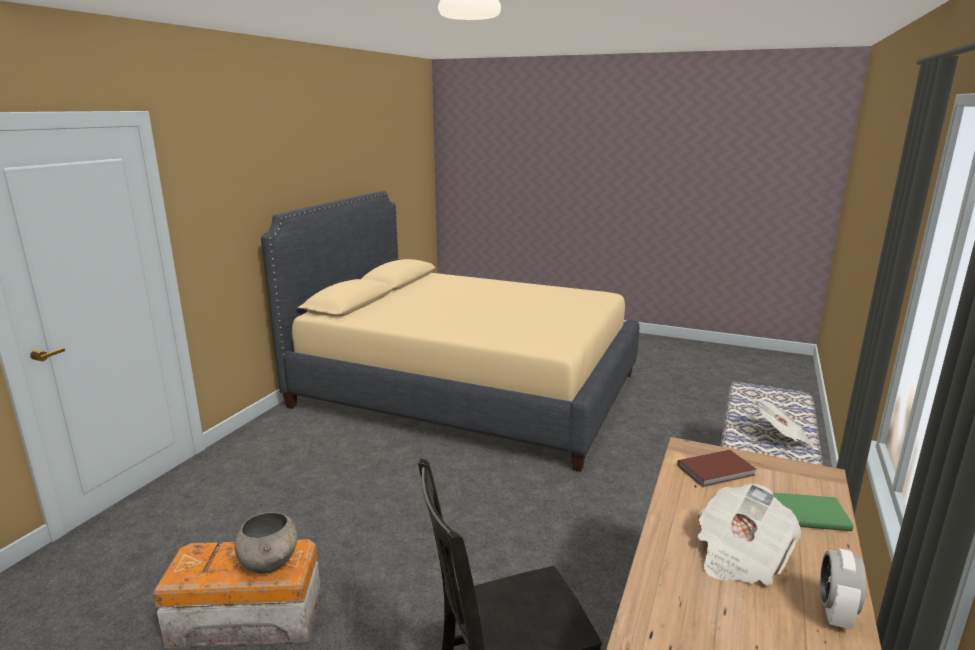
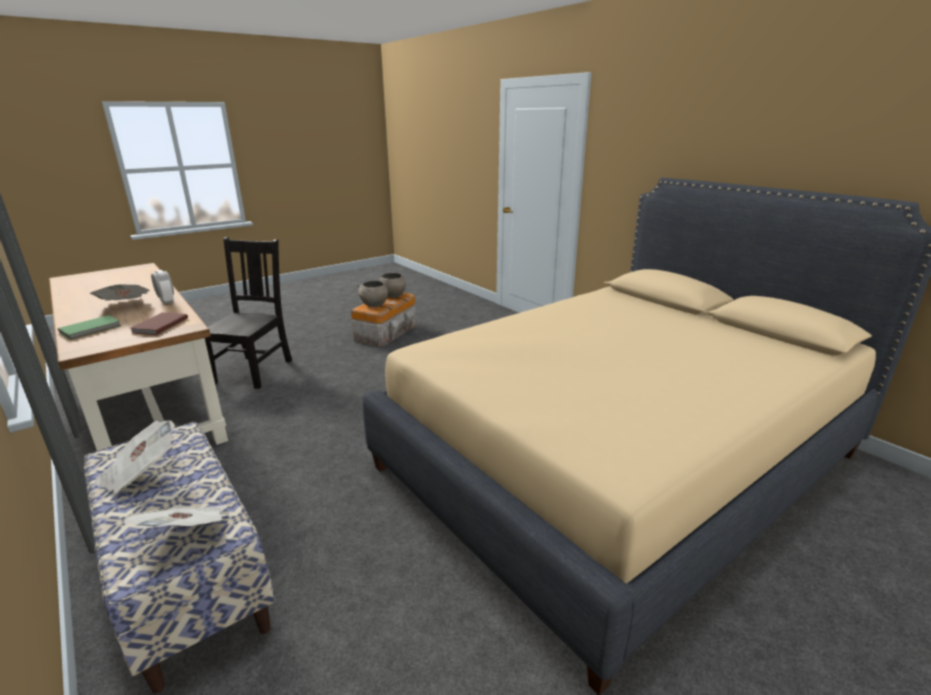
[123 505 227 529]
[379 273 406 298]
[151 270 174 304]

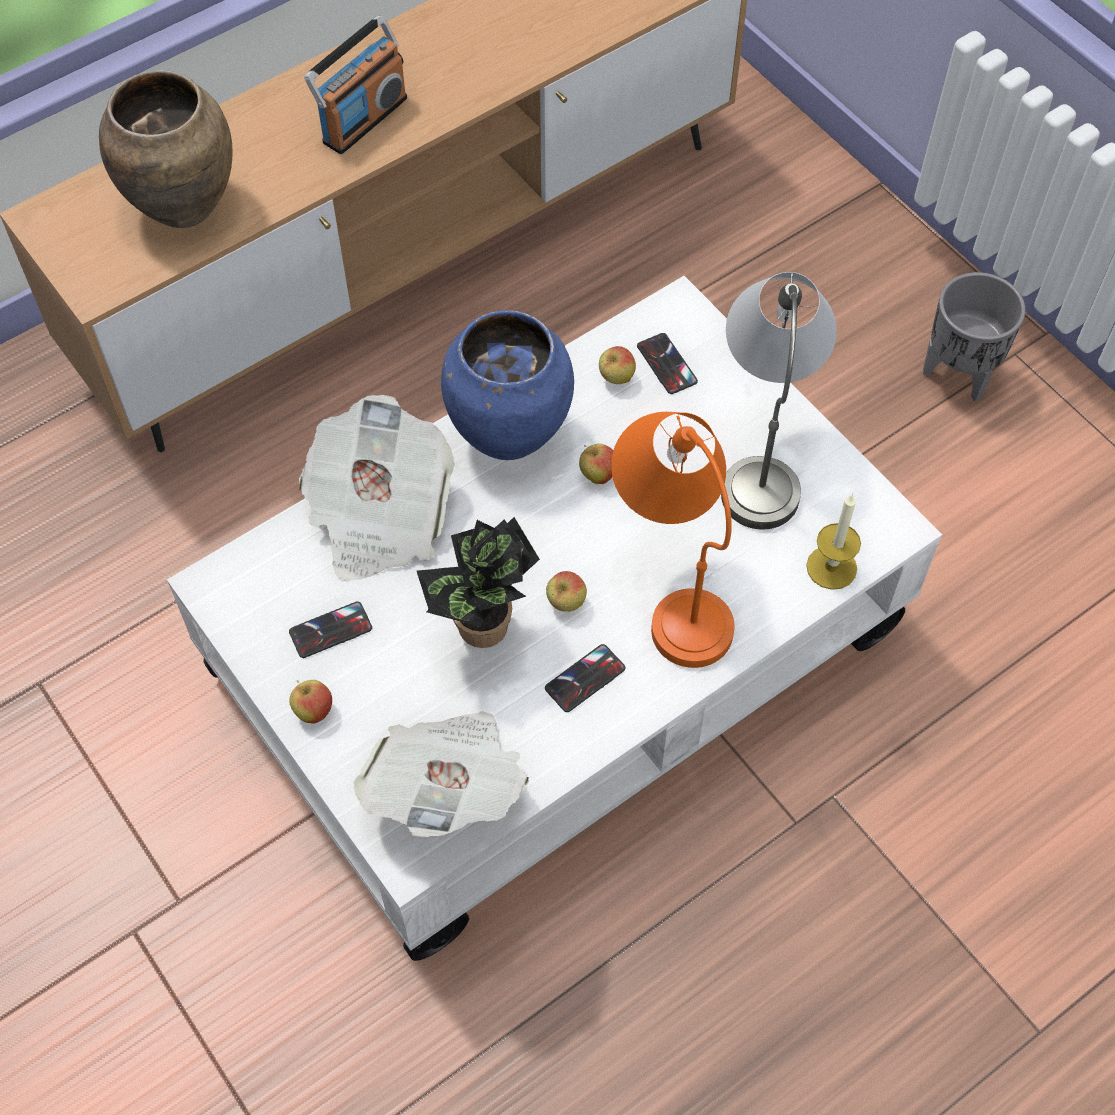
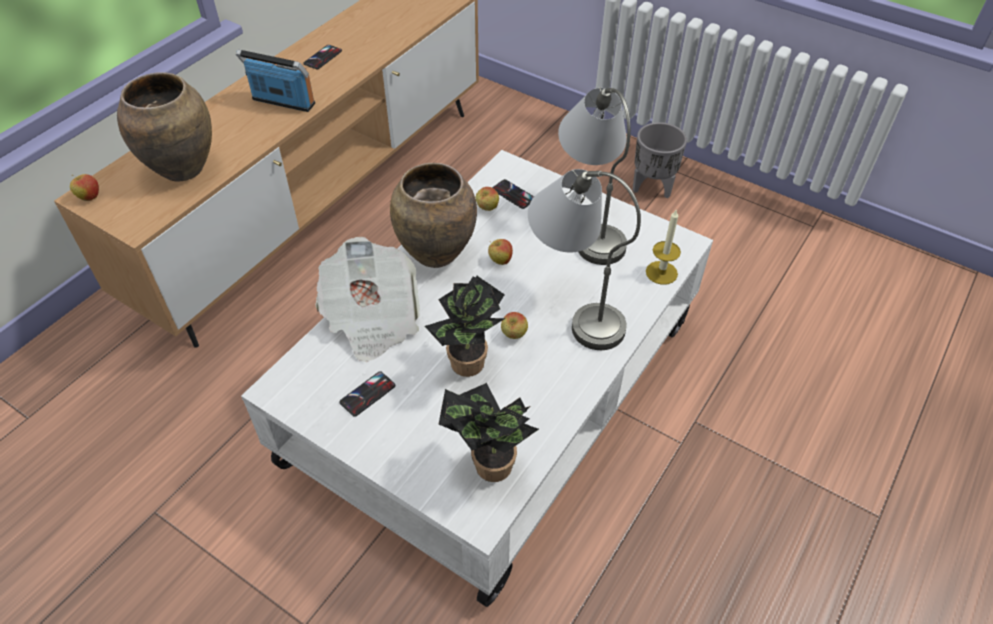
[70 174 99 201]
[303 45 342 69]
[439 383 539 482]
[390 163 477 268]
[528 169 641 350]
[236 49 315 112]

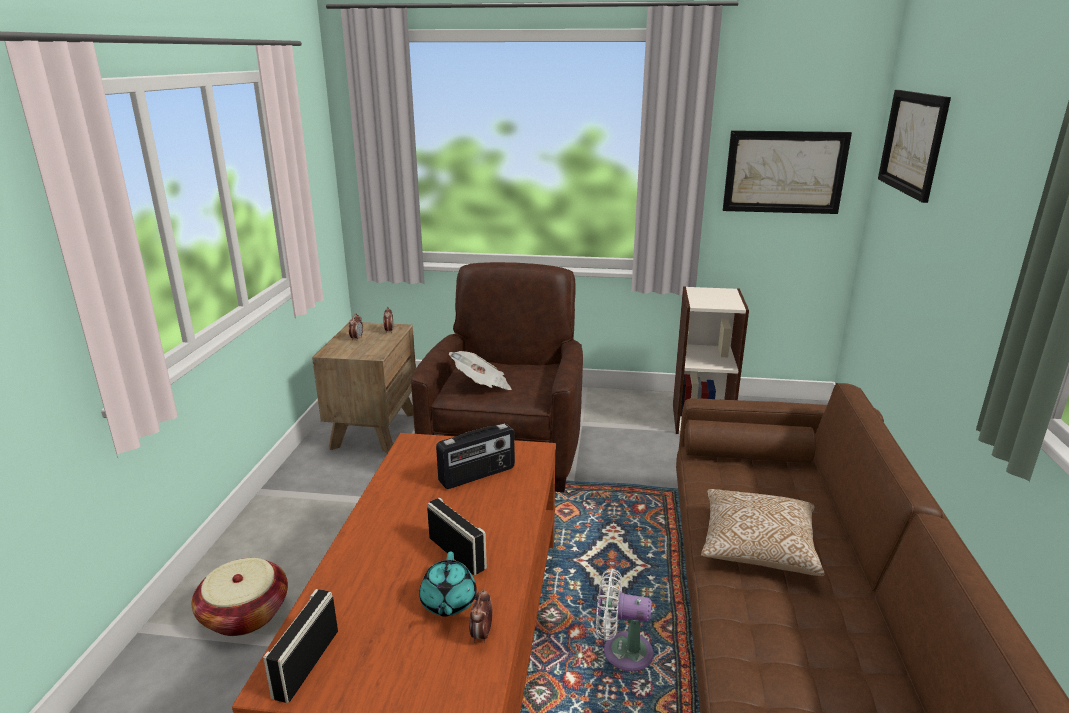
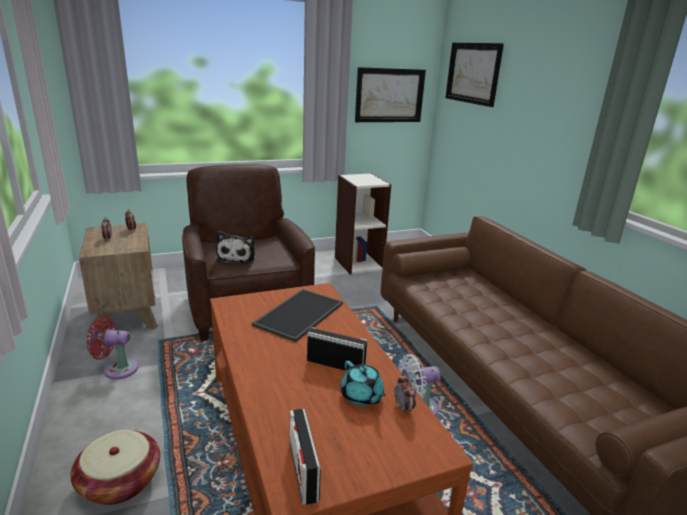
[701 489 825 576] (first image)
[87 316 138 379]
[252 289 343 342]
[216 231 255 264]

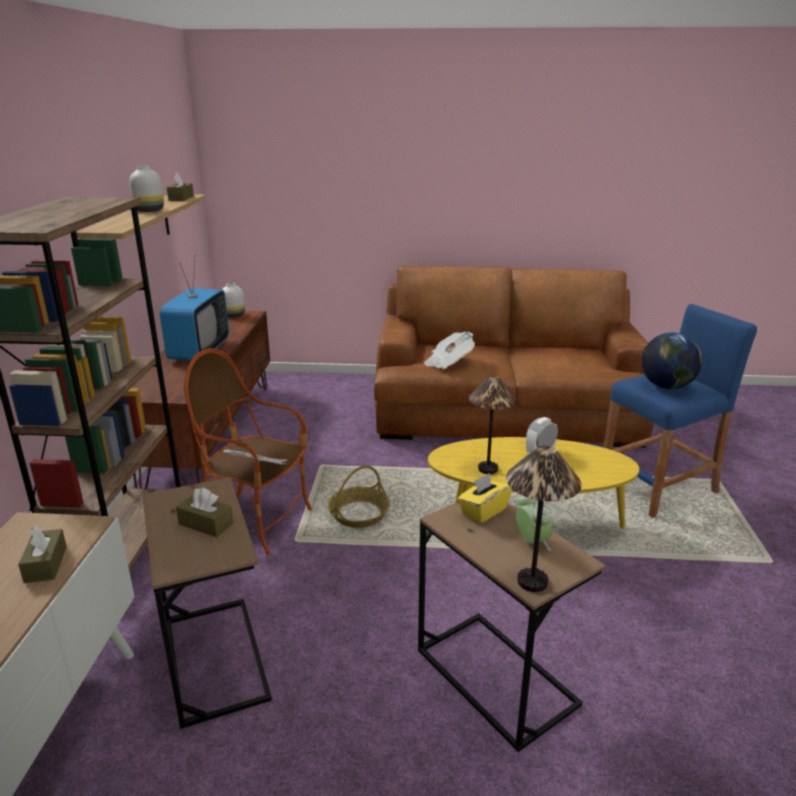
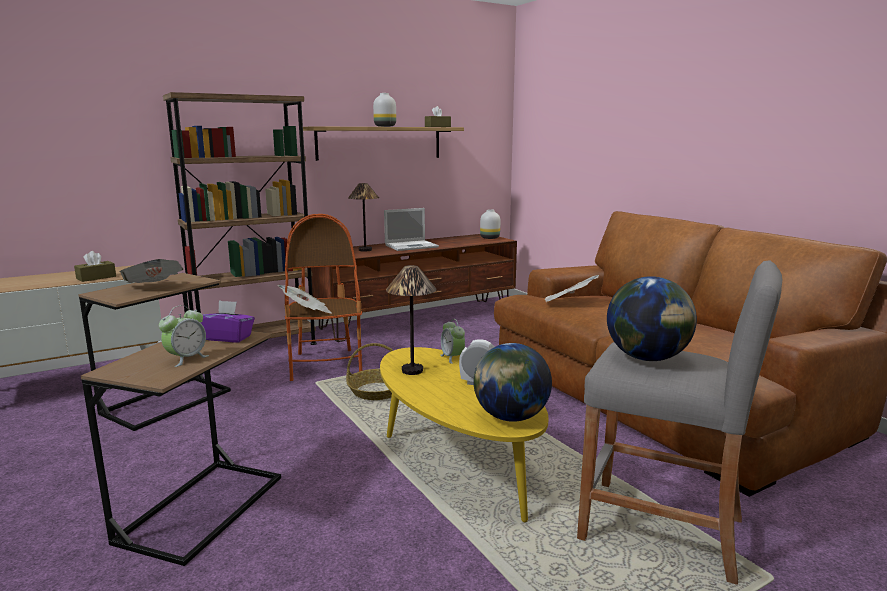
[440 319 465 364]
[473 343 552 422]
[348 183 379 252]
[384 208 439 251]
[119 259 184 283]
[200 300 255 342]
[577 260 782 585]

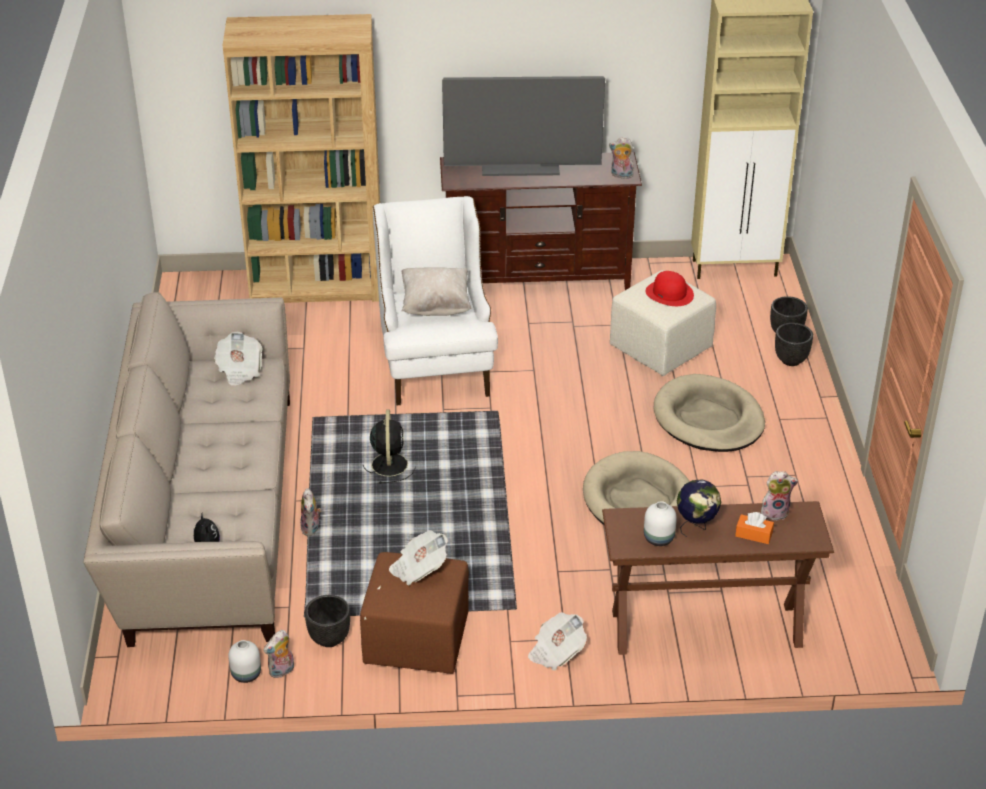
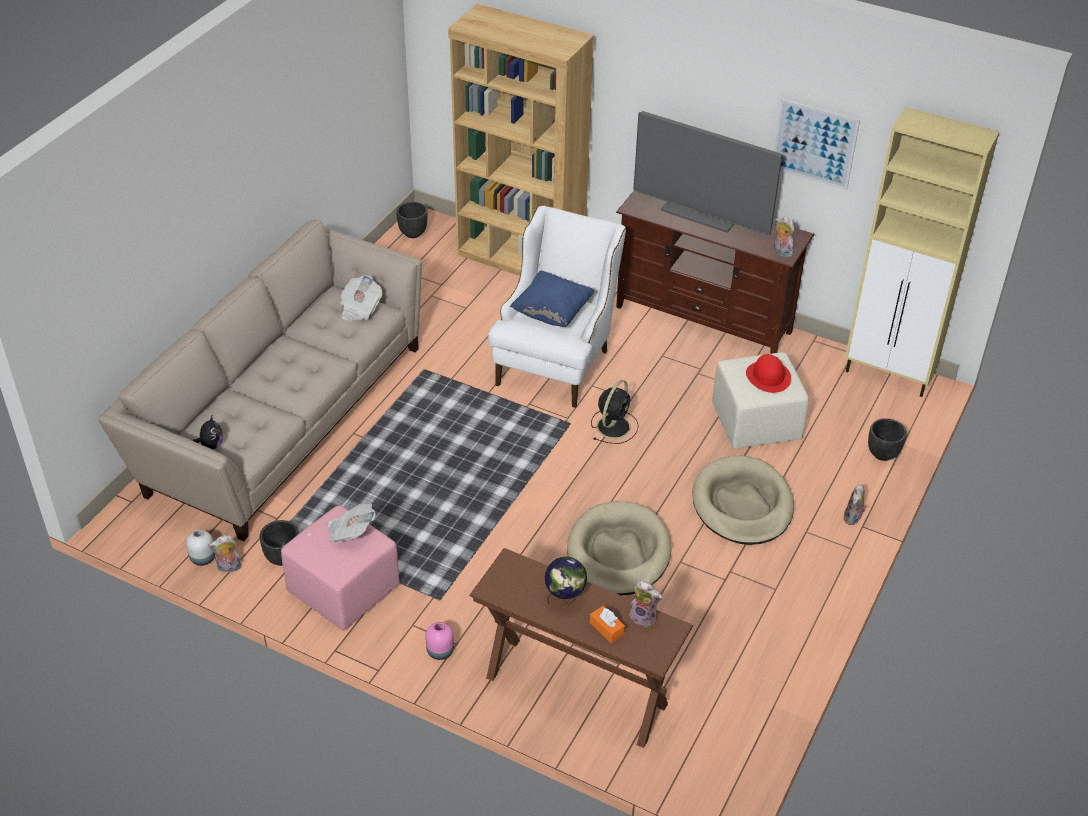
[644 501 677 546] (first image)
[774 99 860 190]
[843 484 867 525]
[591 380 639 444]
[396 202 428 238]
[425 622 454 660]
[281 506 400 631]
[510 271 594 327]

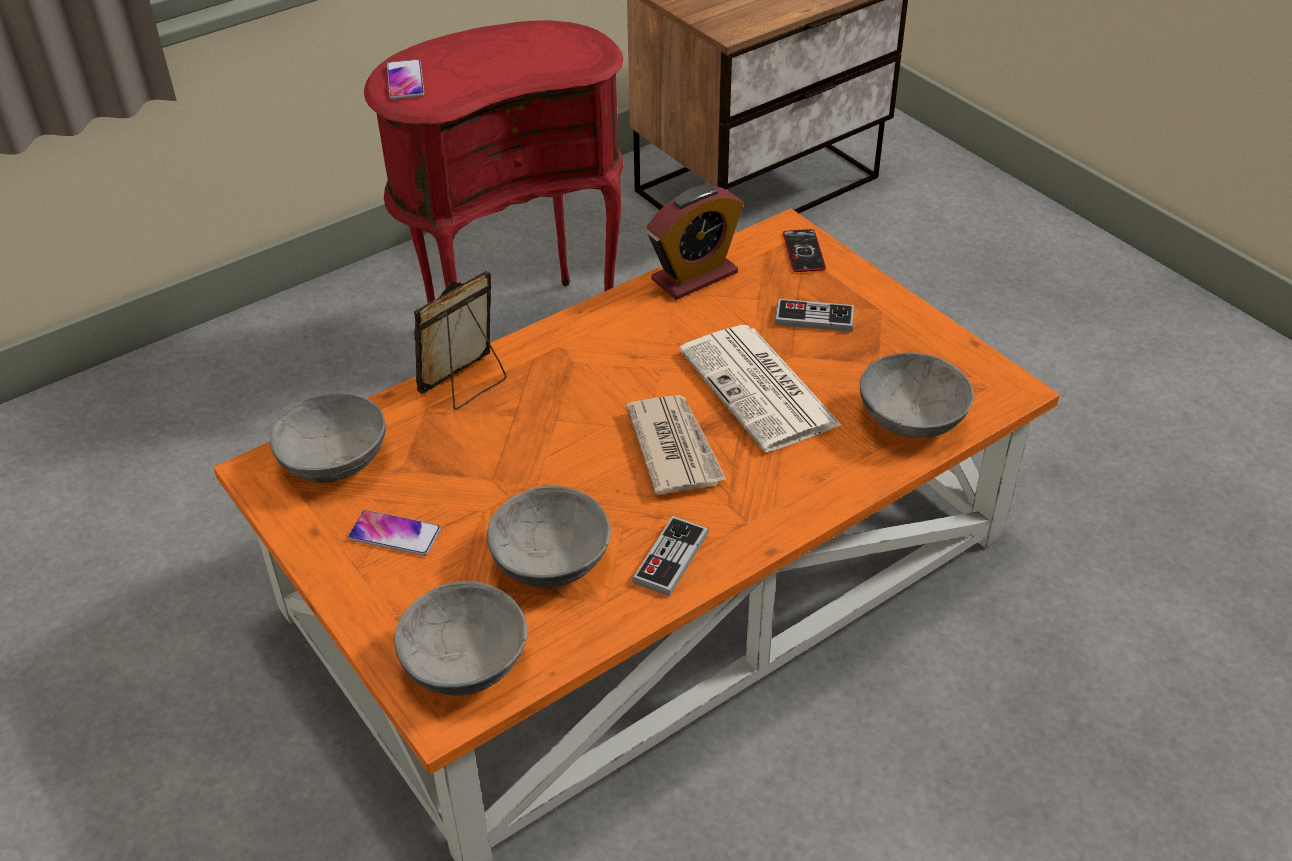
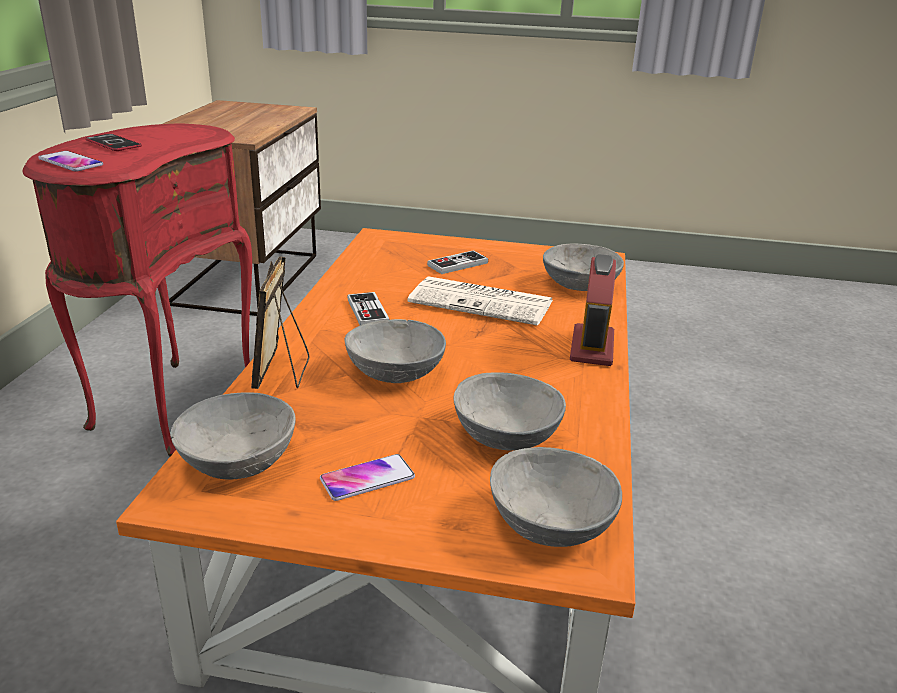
[626 395 726 495] (first image)
[345 319 446 383]
[347 292 390 325]
[570 254 616 366]
[85 134 142 151]

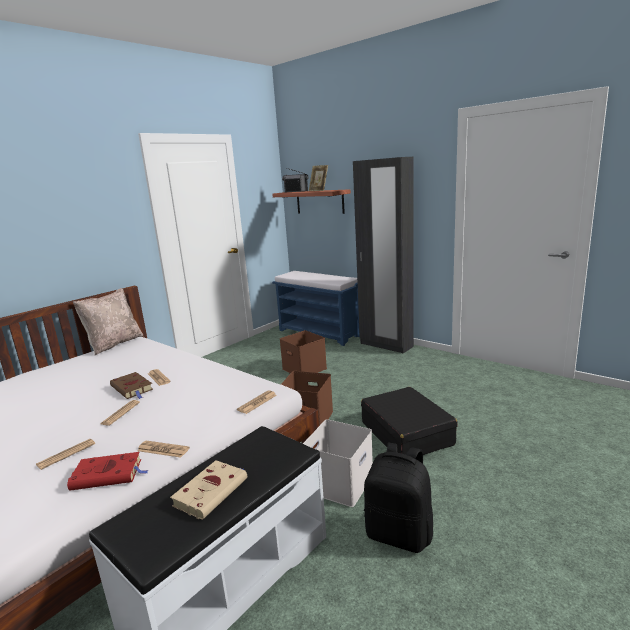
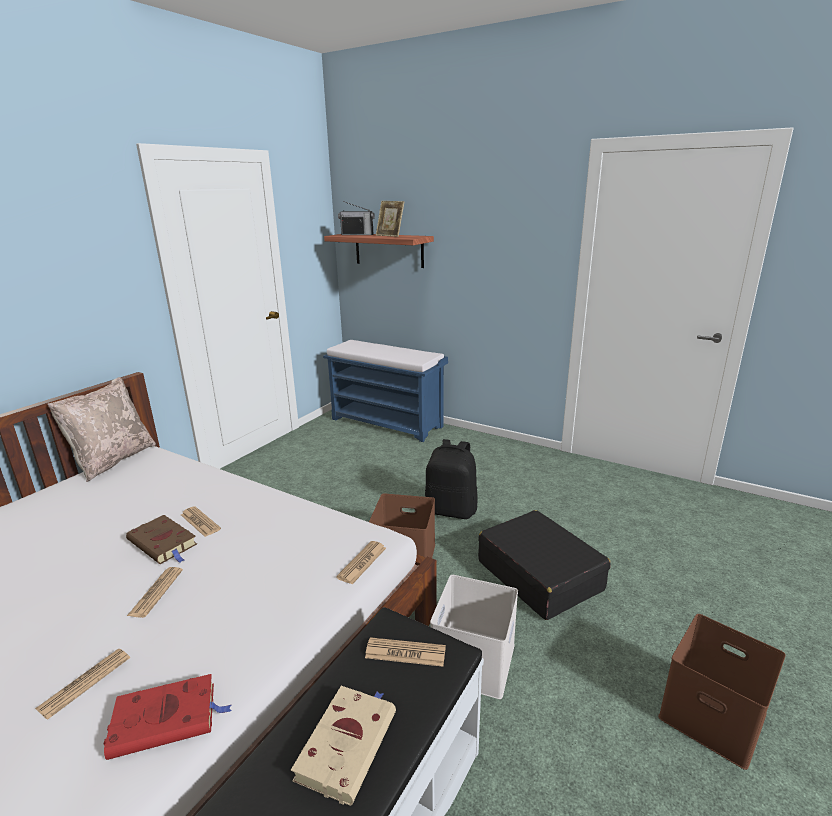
[353 157 414 353] (first image)
[365 637 446 667]
[658 614 786 770]
[425 439 477 519]

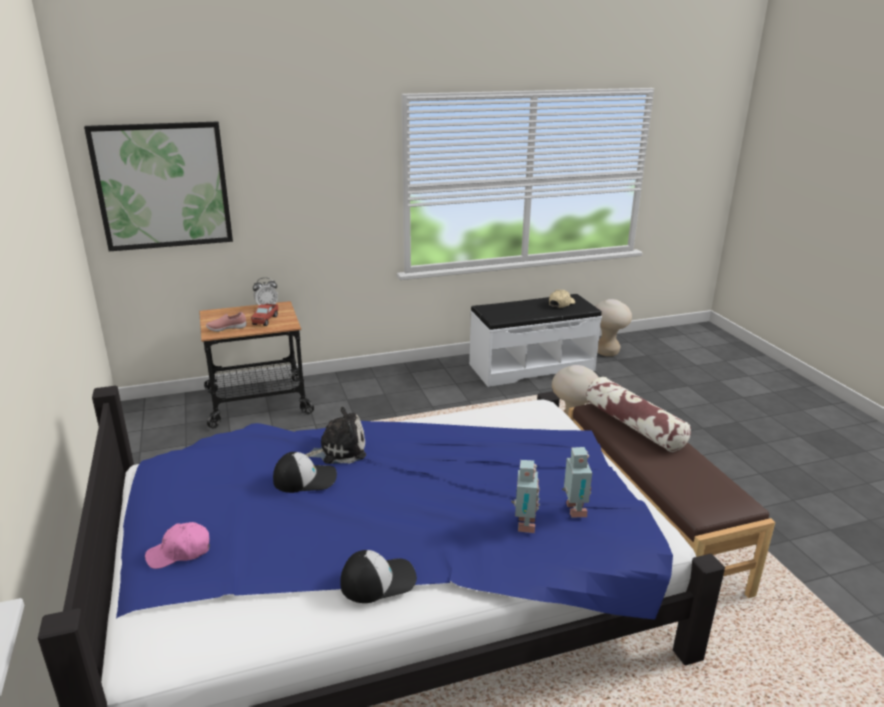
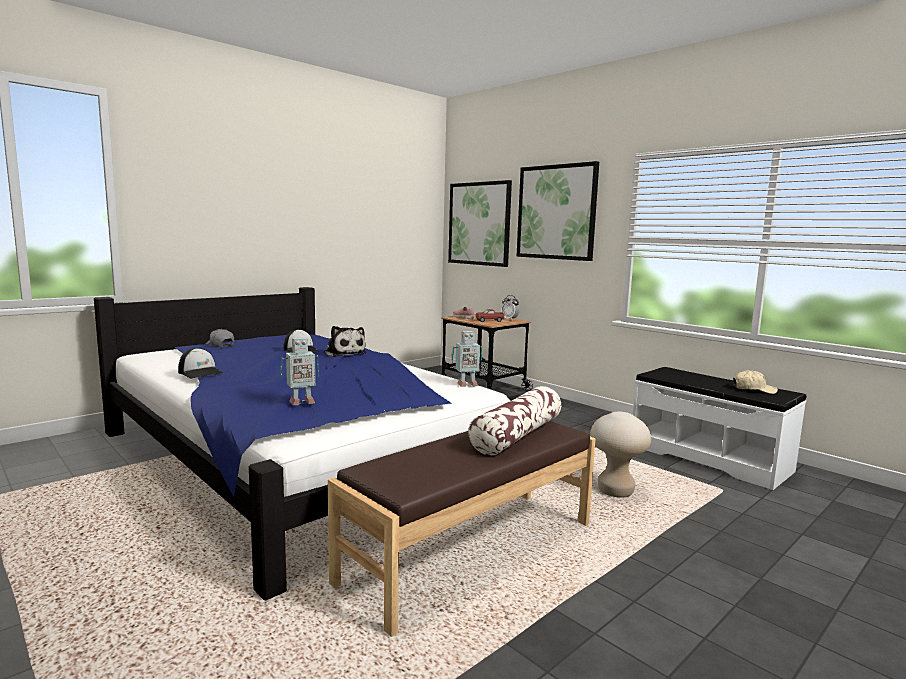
[595 299 632 356] (first image)
[517 161 599 261]
[452 331 482 387]
[206 329 234 347]

